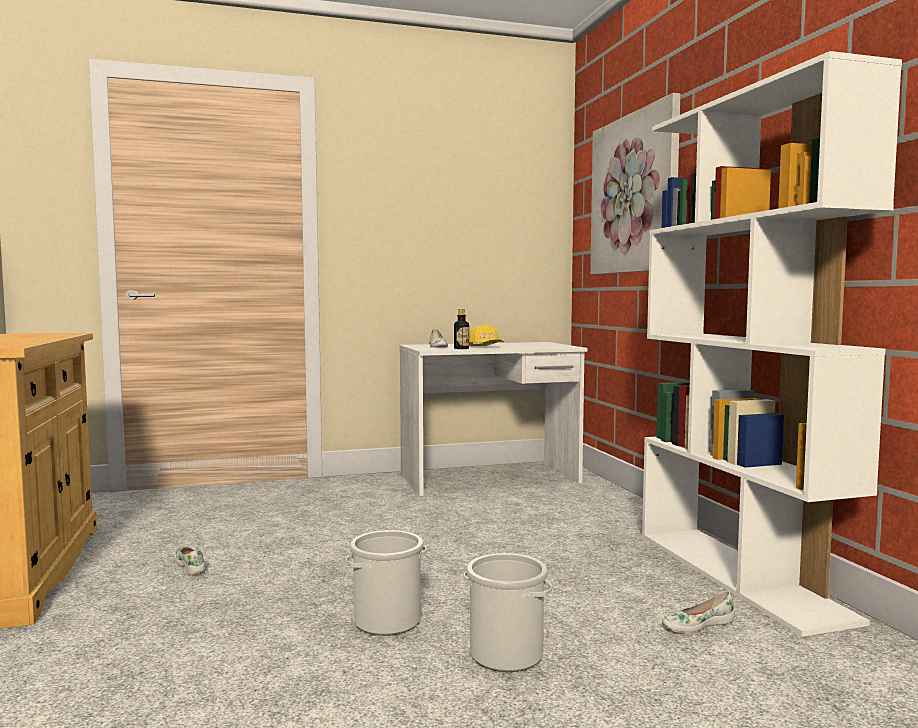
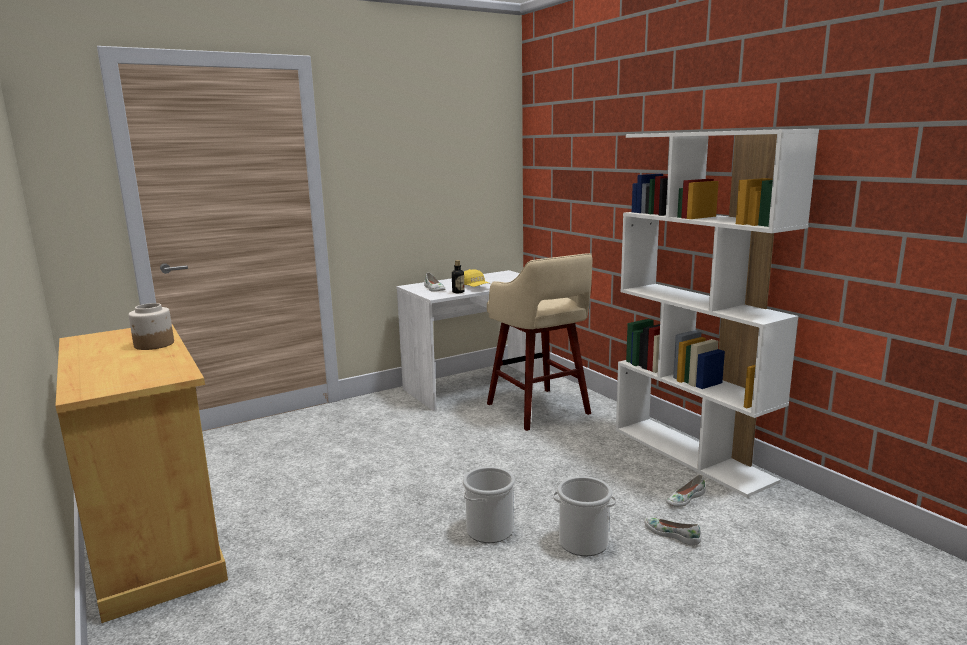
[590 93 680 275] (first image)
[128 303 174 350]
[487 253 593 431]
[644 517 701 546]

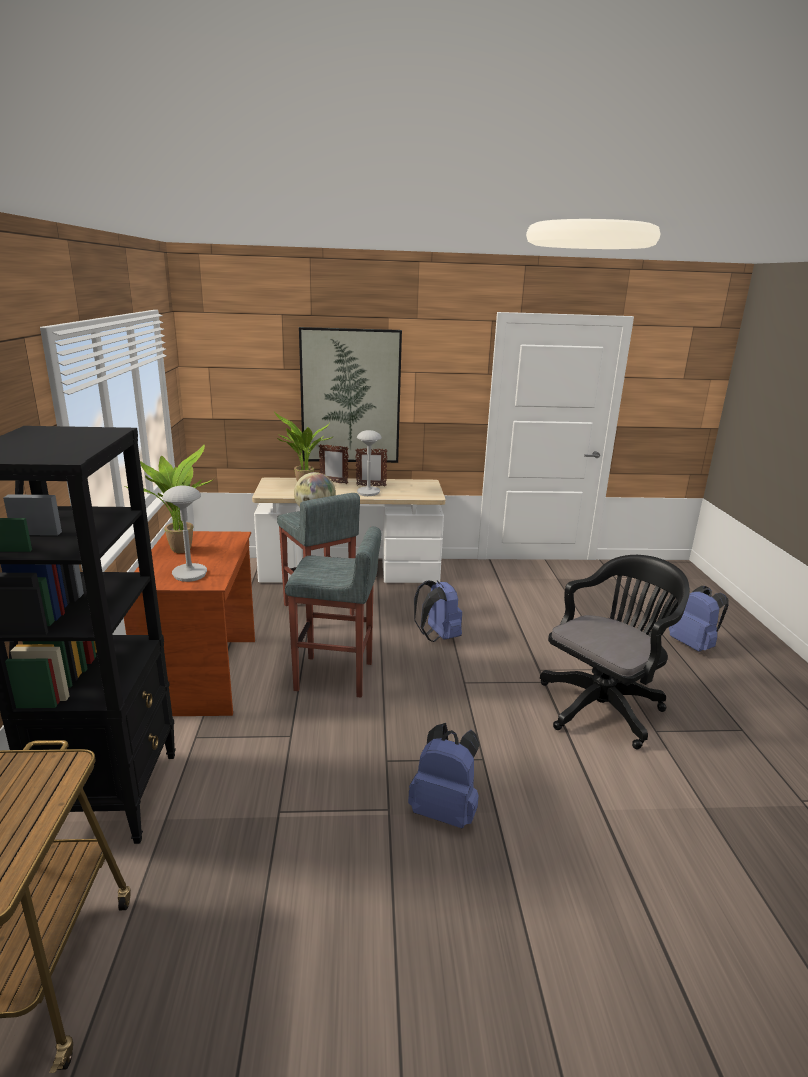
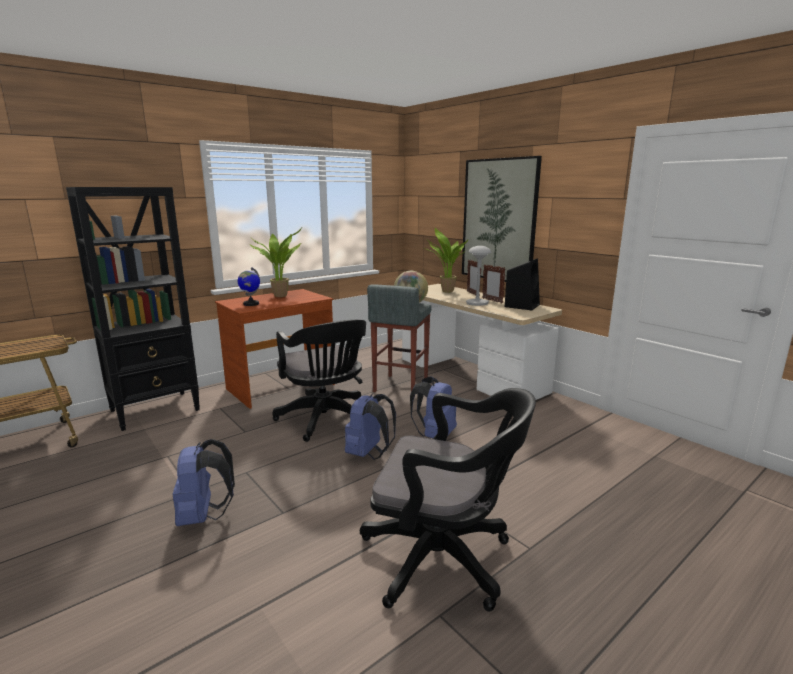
[505 258 540 310]
[345 394 396 460]
[238 267 260 306]
[273 320 366 442]

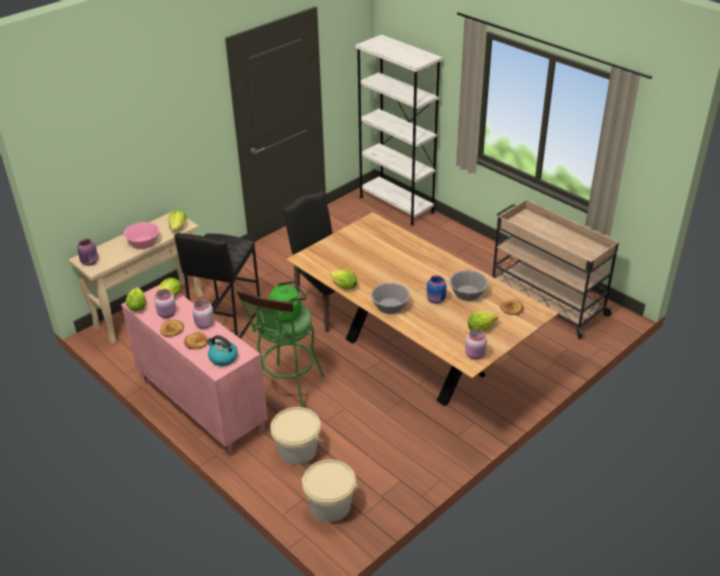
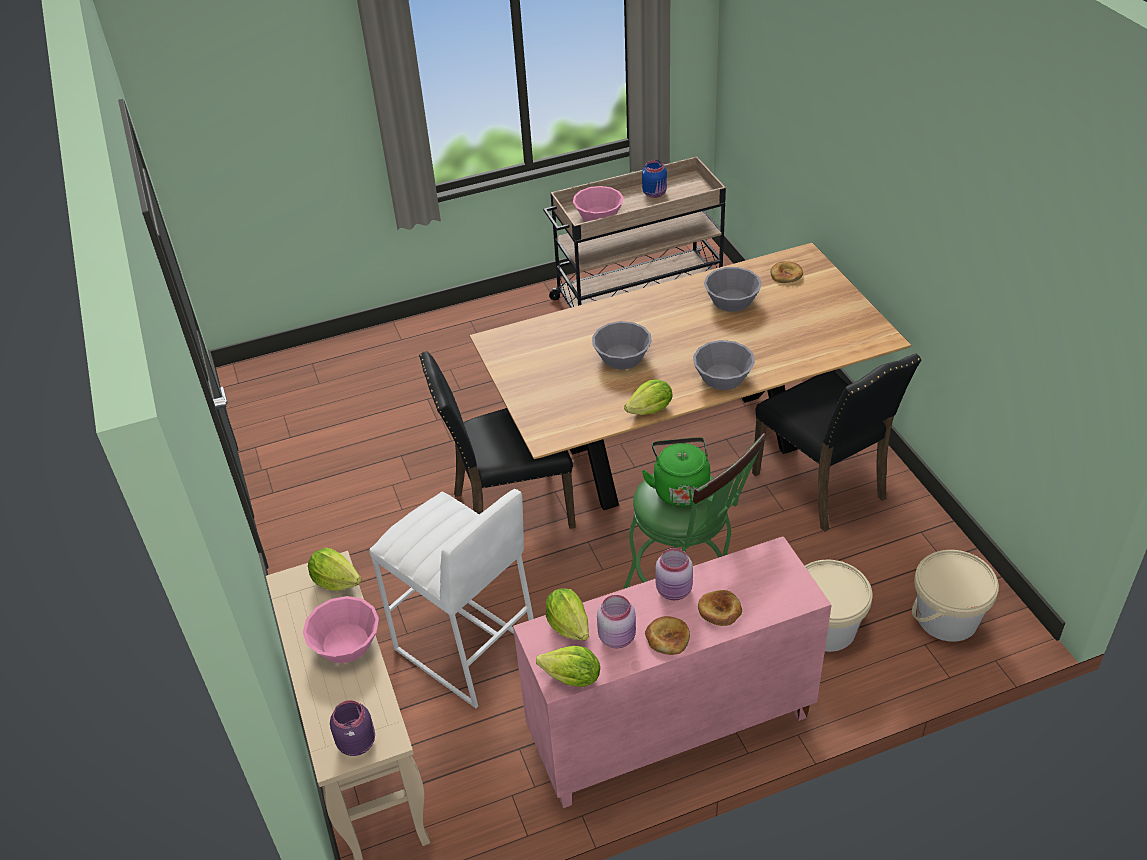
[206 335 238 366] (first image)
[355 34 443 226] (first image)
[465 329 487 359] (first image)
[468 311 498 332] (first image)
[573 186 623 222]
[592 321 652 370]
[752 353 922 532]
[642 160 667 198]
[369 489 534 708]

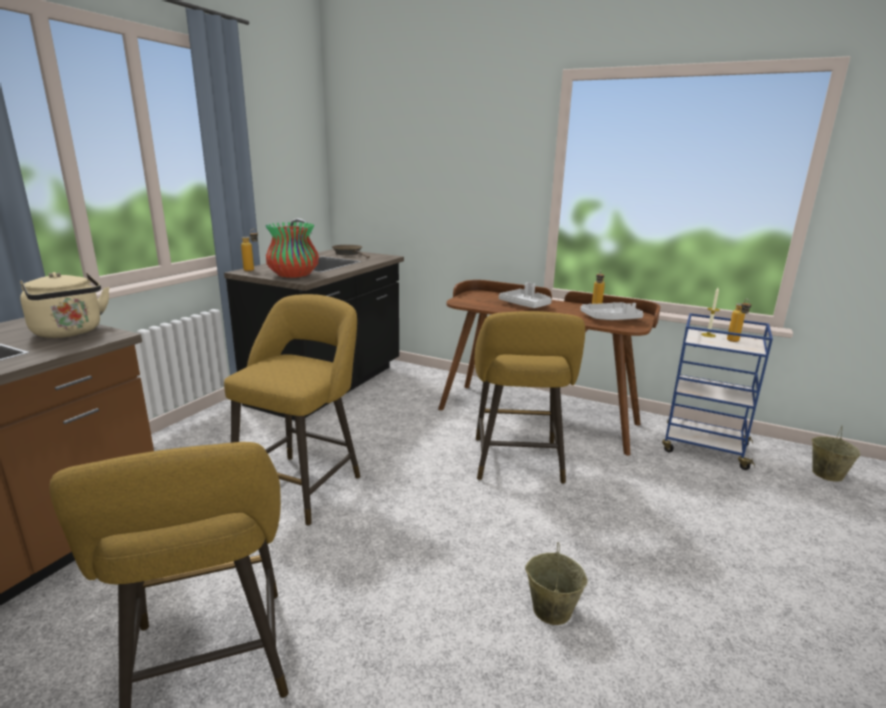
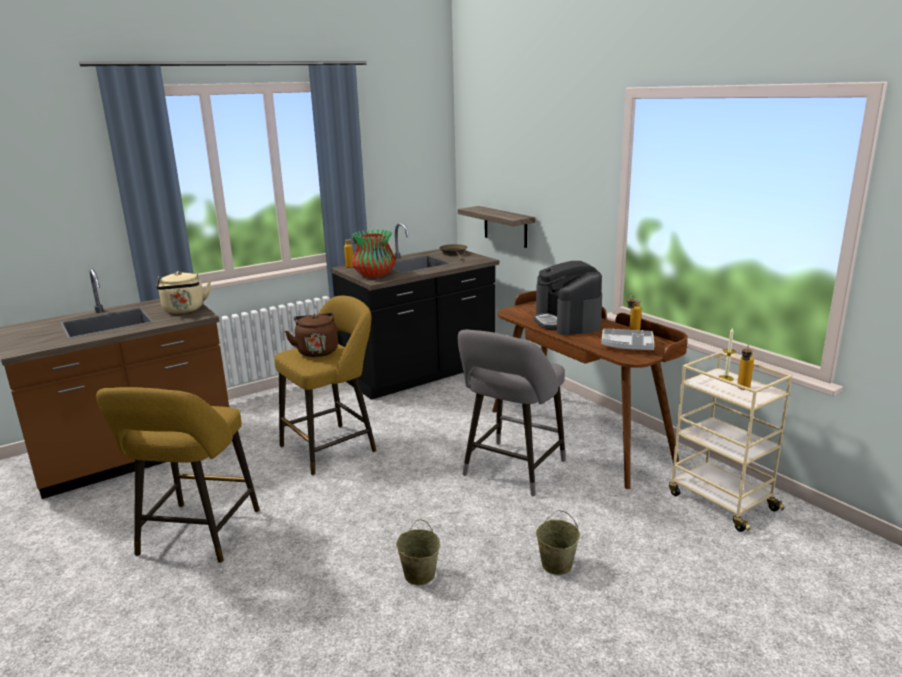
[285 313 338 357]
[458 206 535 248]
[536 510 580 575]
[534 261 602 335]
[458 330 566 496]
[669 352 792 532]

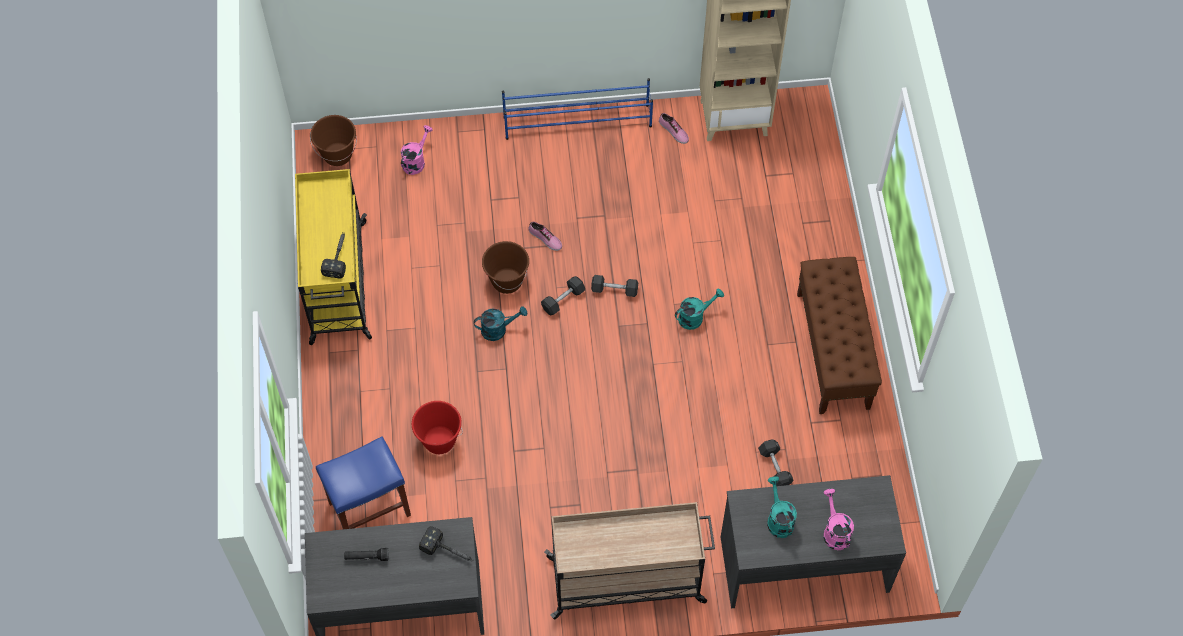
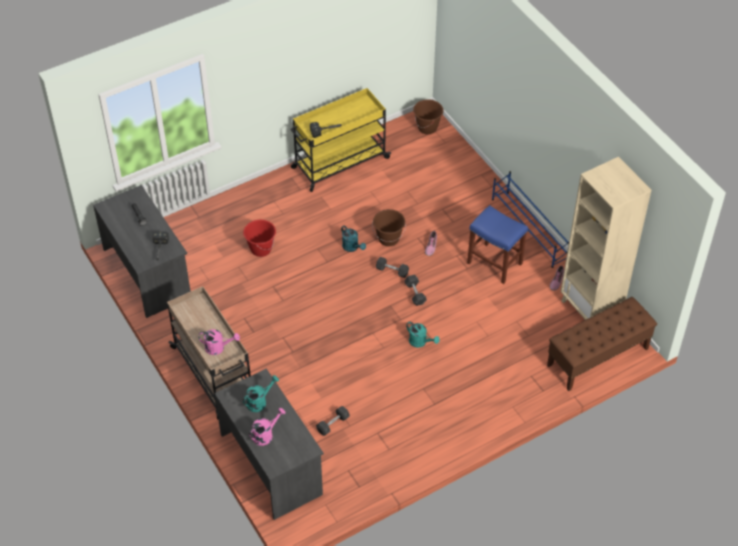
[467 205 528 284]
[198 329 240 355]
[547 297 657 391]

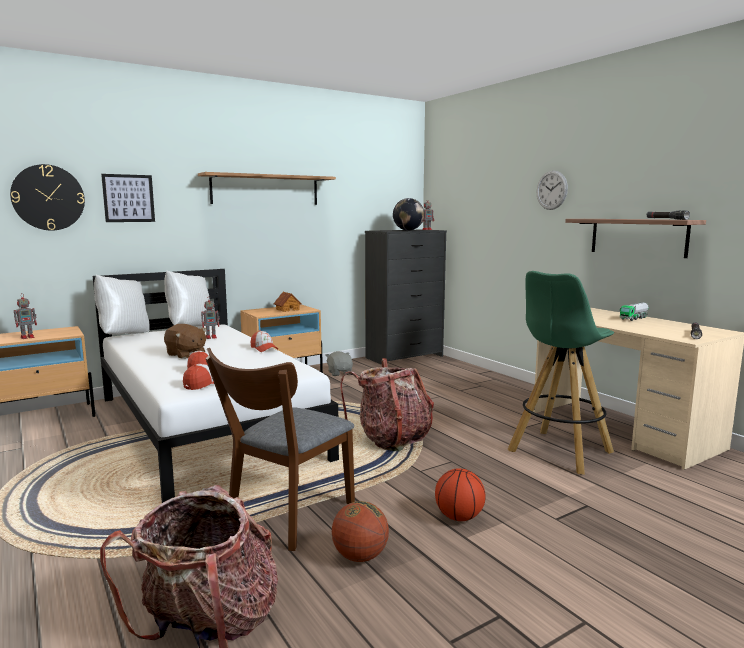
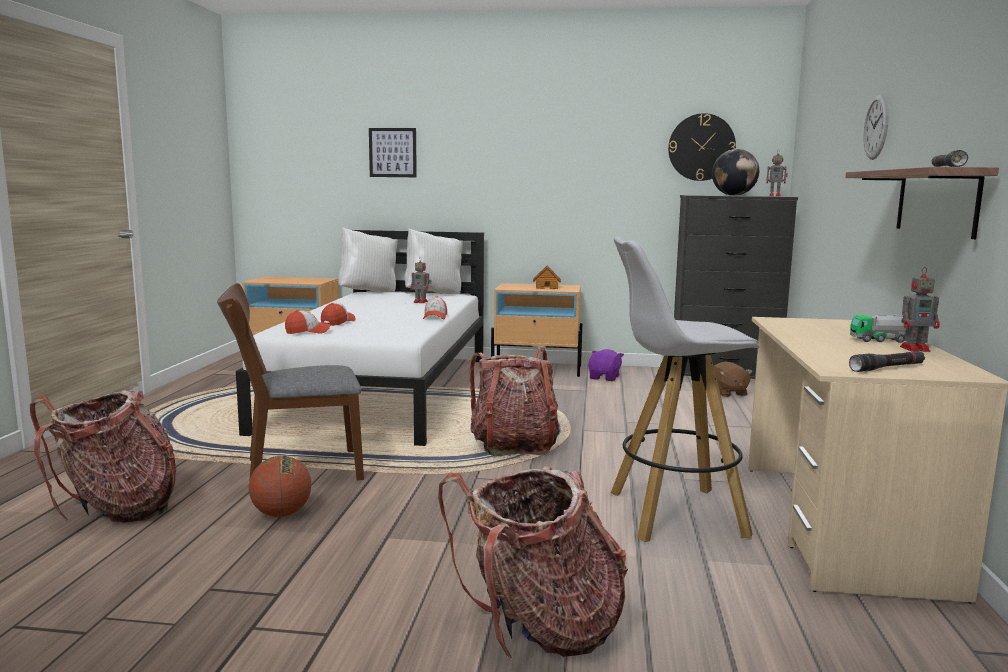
[198 172 336 205] (first image)
[435 468 486 521] (first image)
[438 466 628 660]
[668 113 736 181]
[900 267 940 352]
[714 361 753 397]
[588 349 624 381]
[611 237 760 542]

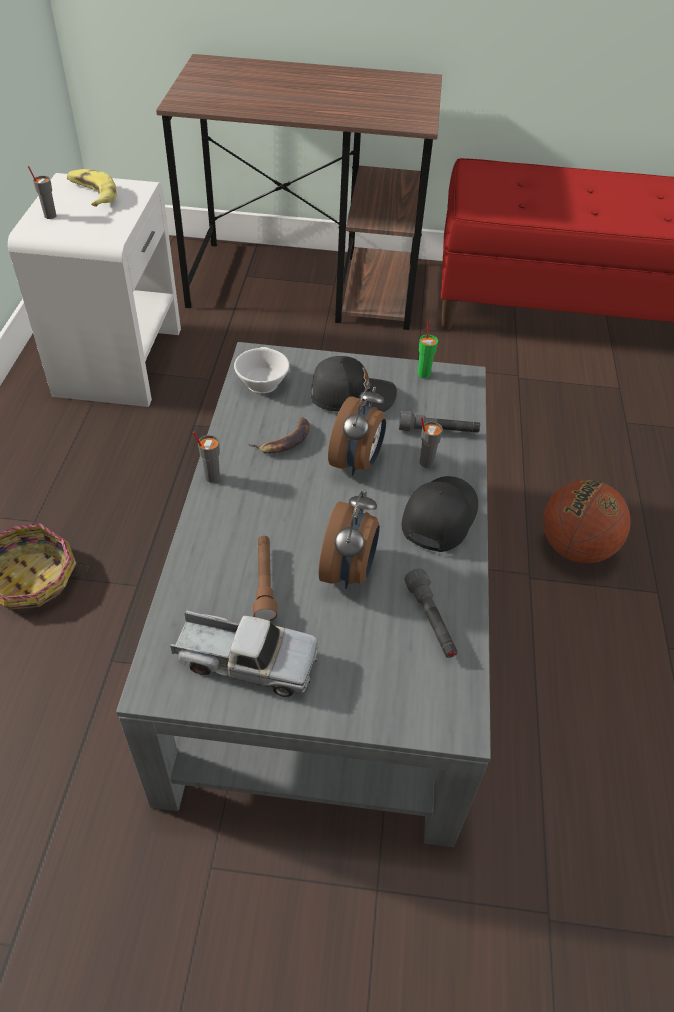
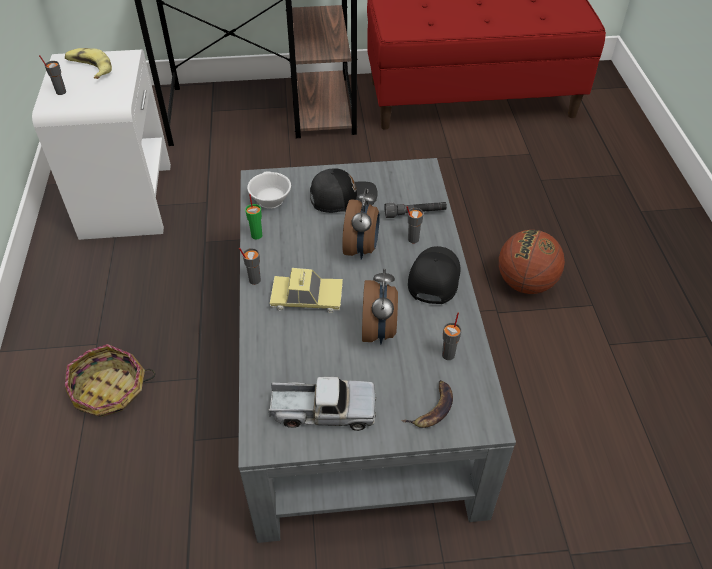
[253 536 278 621] (first image)
[270 268 343 313]
[401 380 453 428]
[245 194 262 239]
[442 313 462 360]

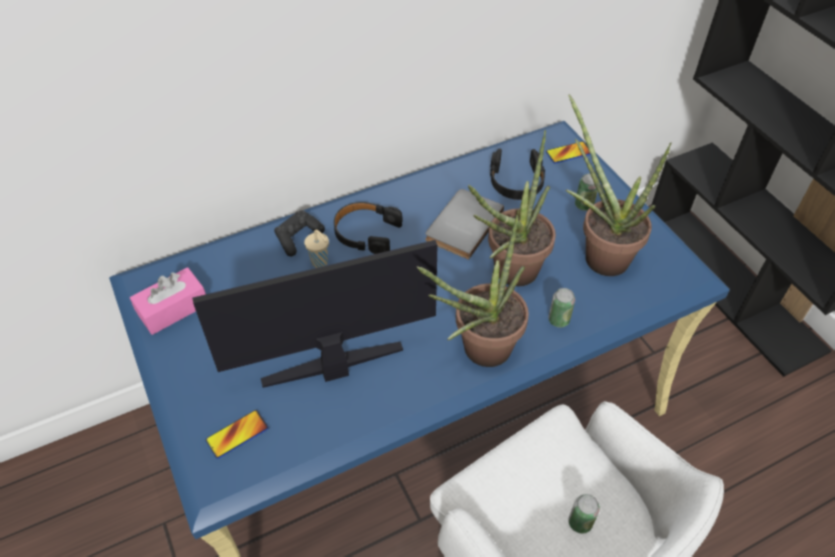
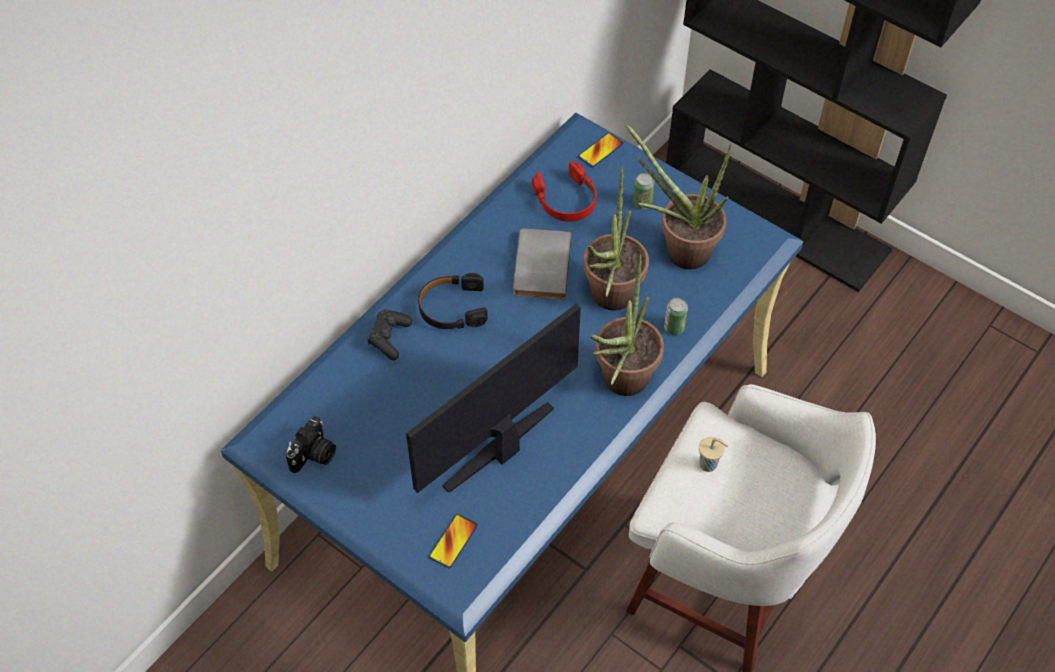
[568 494 600 534] (first image)
[699 437 729 472]
[286 416 336 473]
[532 161 597 222]

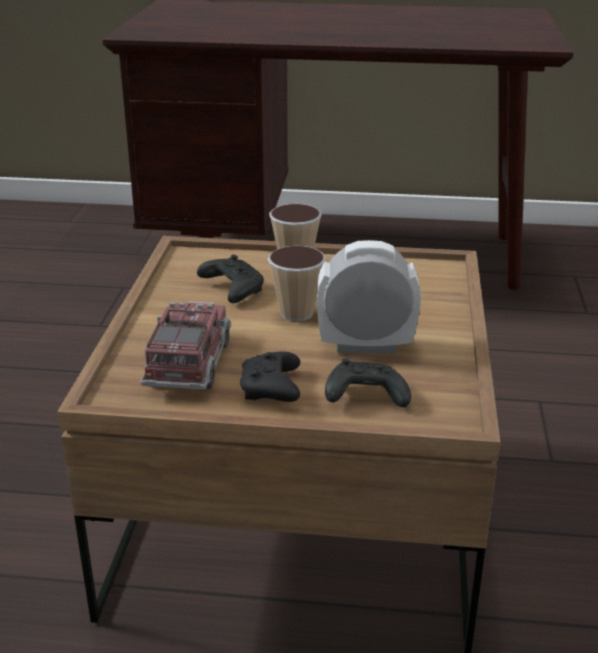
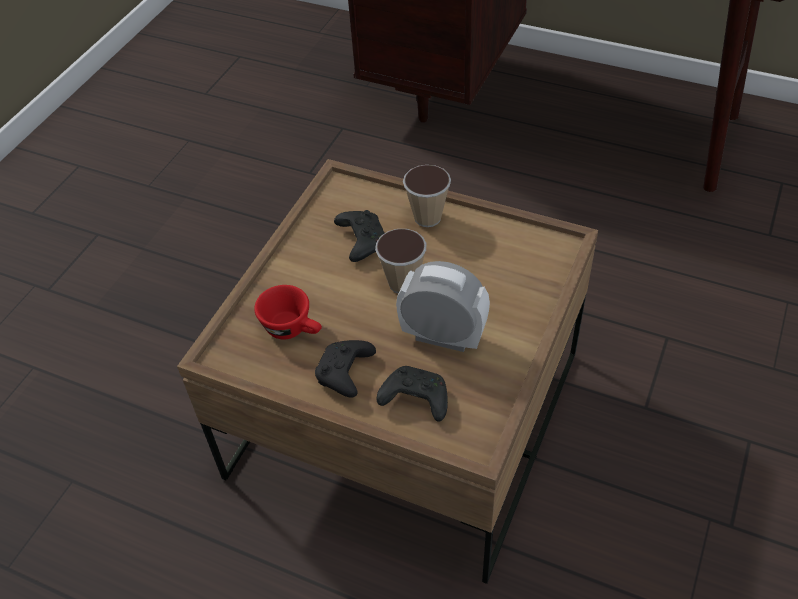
[254 285 322 339]

